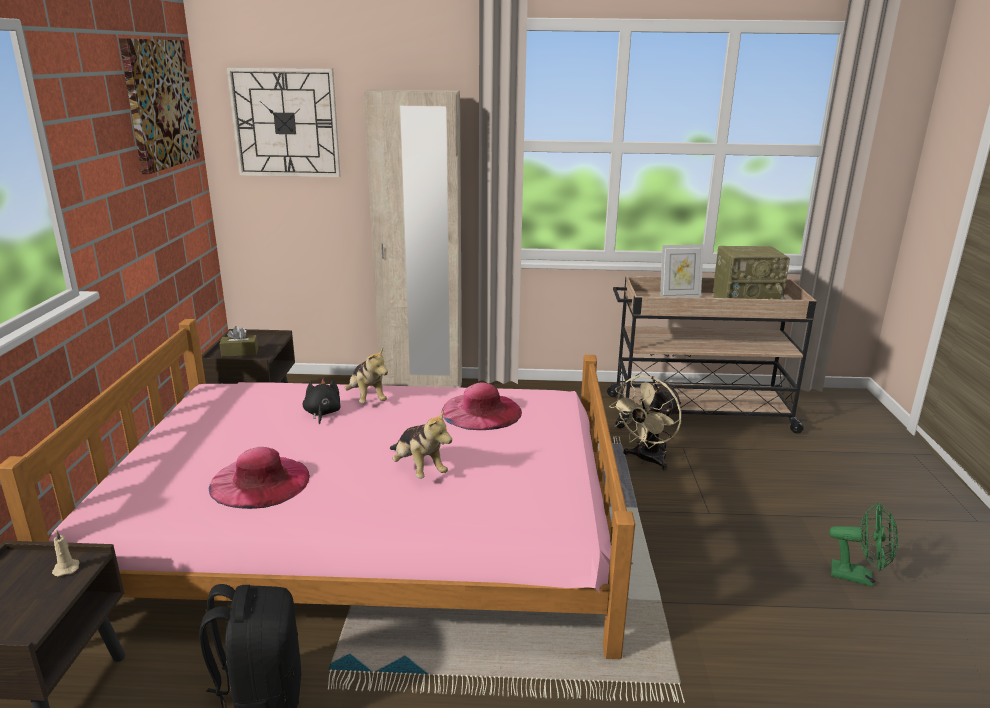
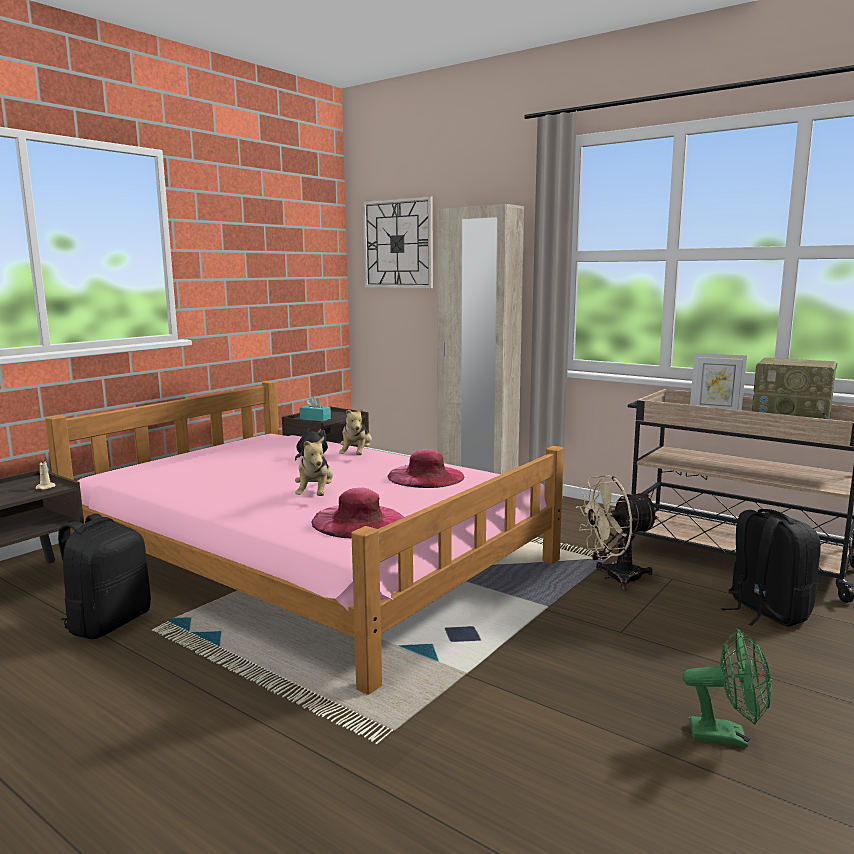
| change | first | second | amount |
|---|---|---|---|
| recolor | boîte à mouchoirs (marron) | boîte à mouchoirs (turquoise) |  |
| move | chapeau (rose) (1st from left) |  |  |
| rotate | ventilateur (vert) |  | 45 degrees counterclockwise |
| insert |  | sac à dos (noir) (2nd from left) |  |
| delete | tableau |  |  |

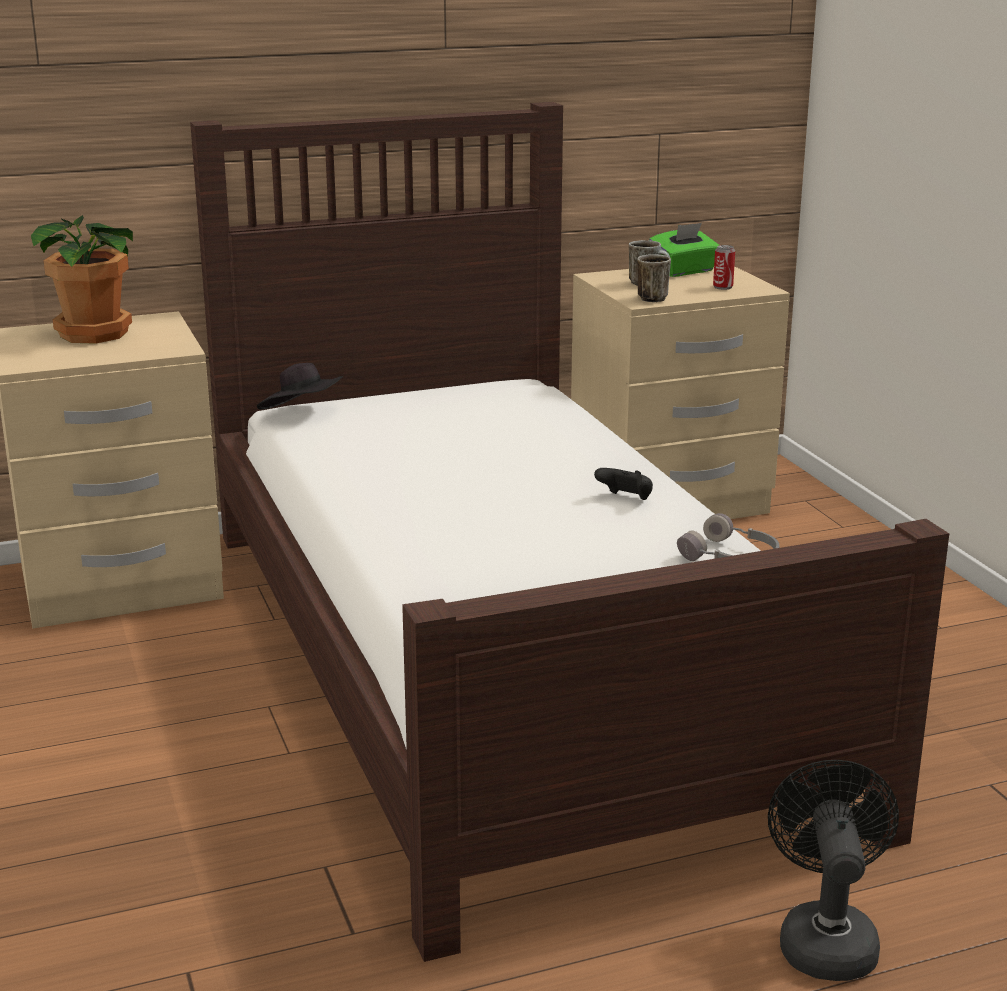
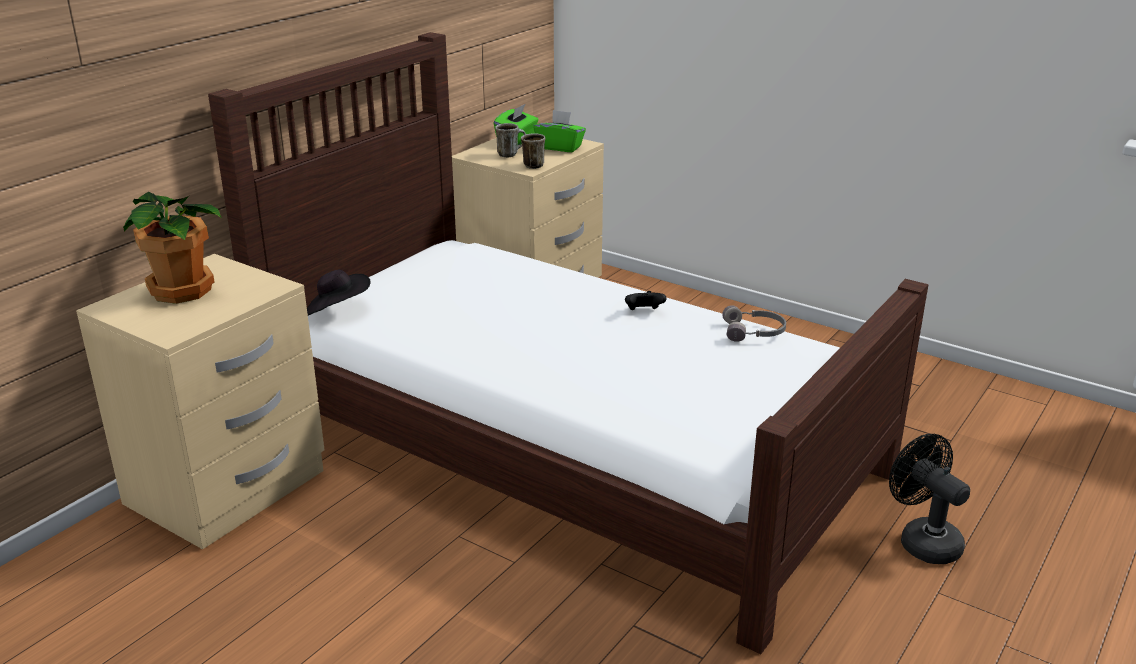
| change | first | second | amount |
|---|---|---|---|
| replace | boîte métallique | boîte à mouchoirs (vert) (2nd from left) |  |

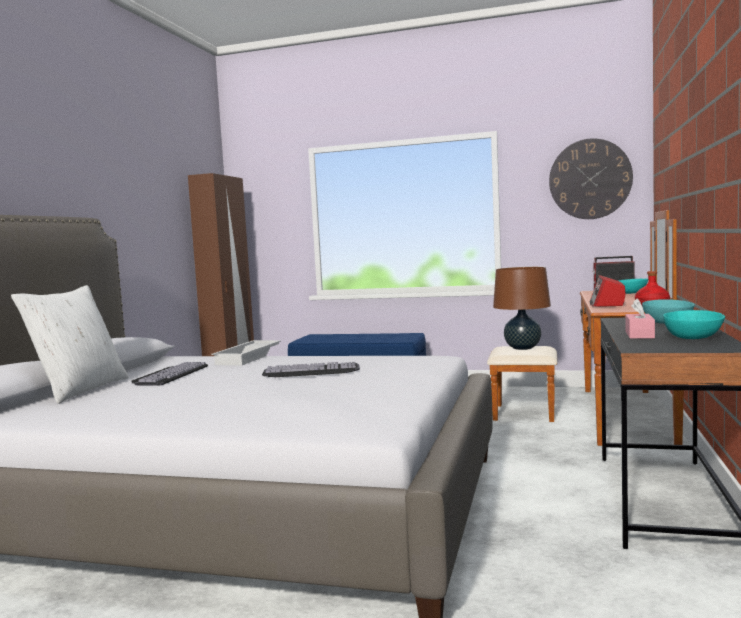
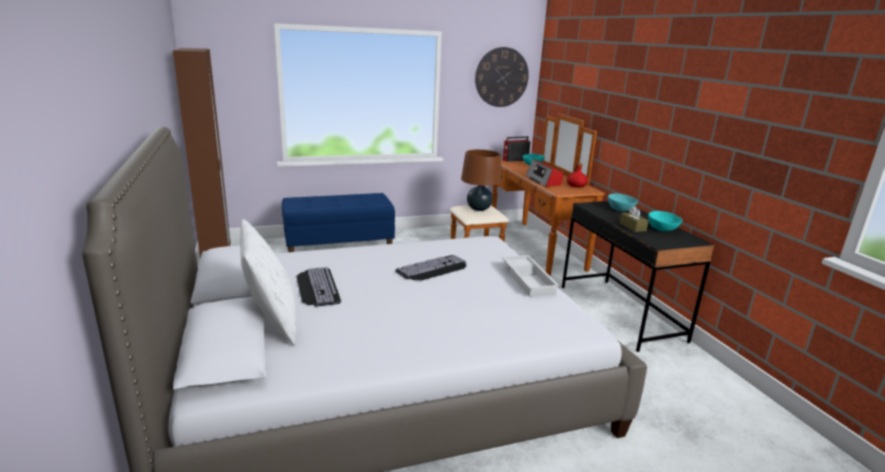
| change | first | second | amount |
|---|---|---|---|
| move | plateau (blanc) |  |  |
| recolor | boîte à mouchoirs (rose) | boîte à mouchoirs (marron) |  |

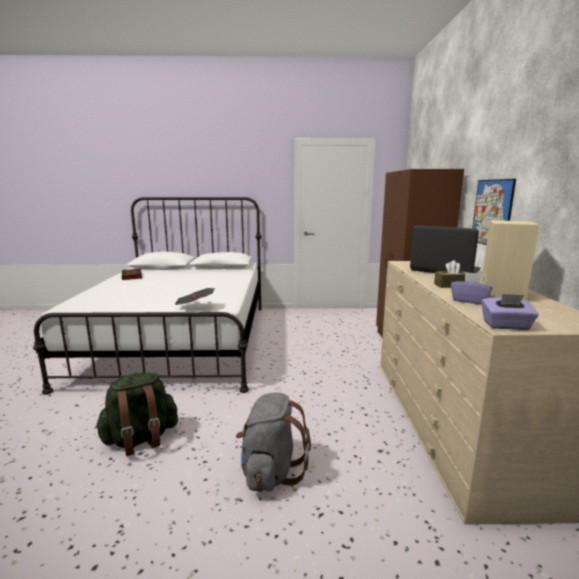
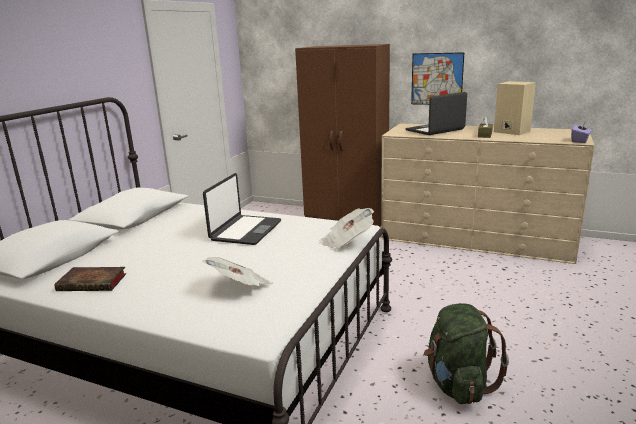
| change | first | second | amount |
|---|---|---|---|
| insert |  | journal (1st from left) |  |
| insert |  | ordinateur portable (1st from left) |  |
| delete | sac à dos (gris) |  |  |
| delete | boîte à mouchoirs (violet) (1st from left) |  |  |

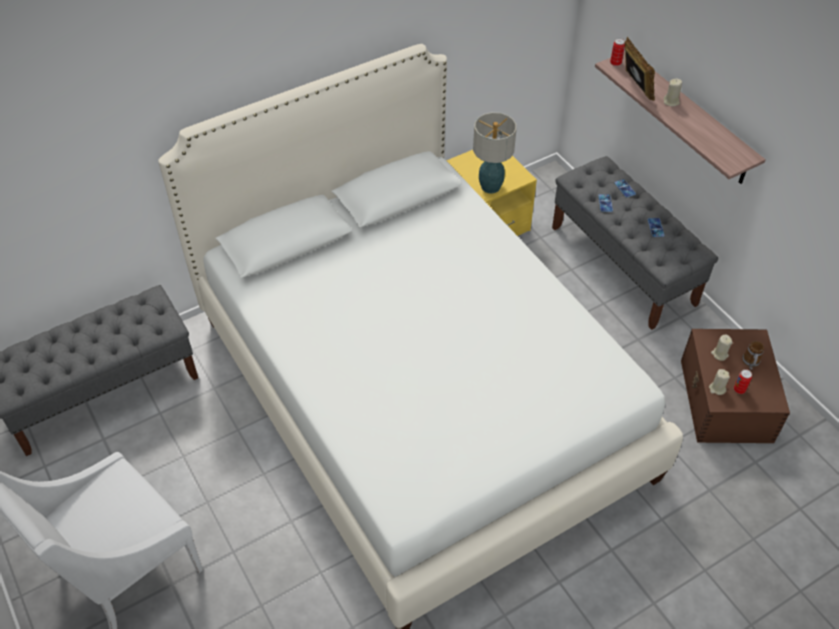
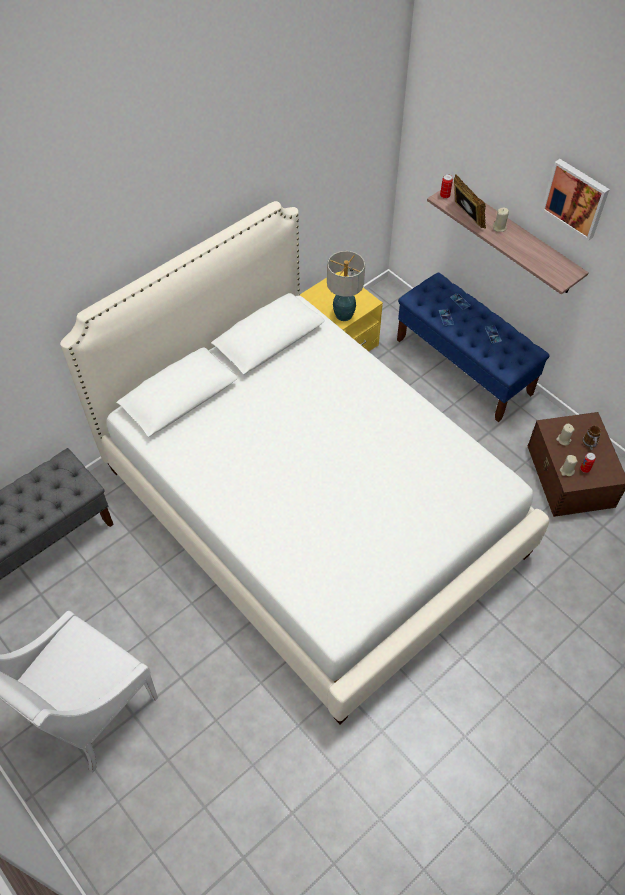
| change | first | second | amount |
|---|---|---|---|
| recolor | banc (gris) (2nd from left) | banc (bleu) |  |
| insert |  | tableau |  |

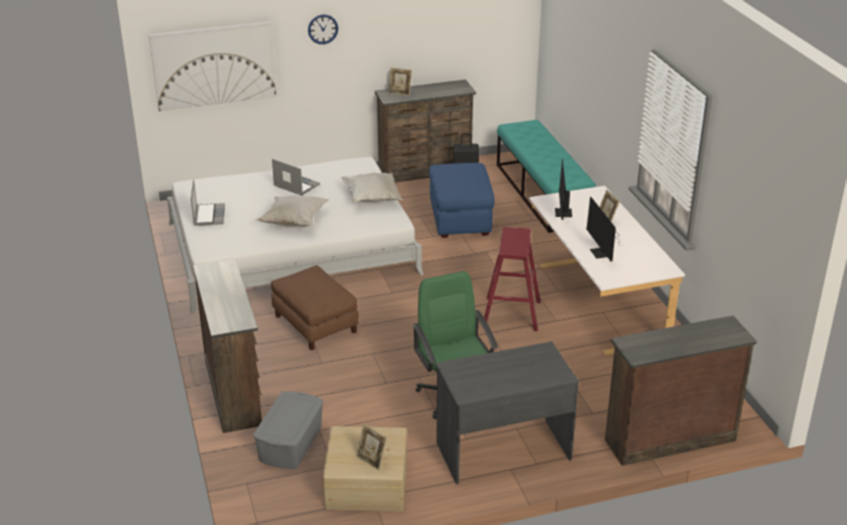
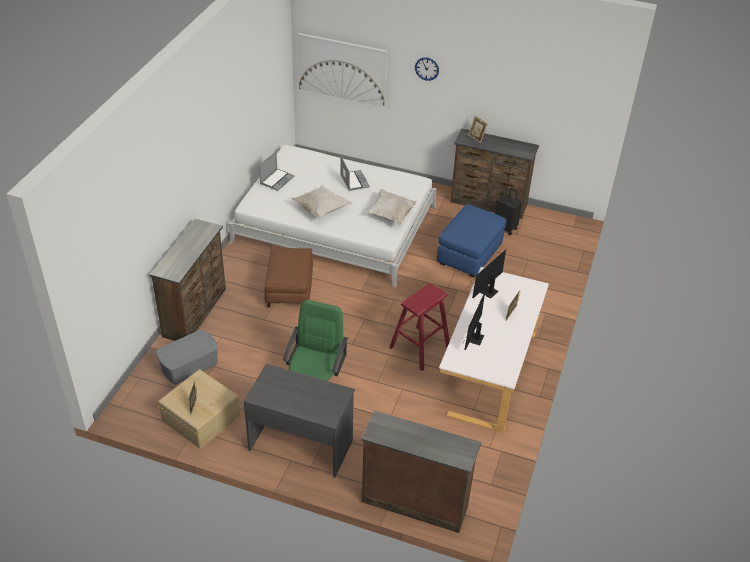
| change | first | second | amount |
|---|---|---|---|
| delete | banc (turquoise) |  |  |

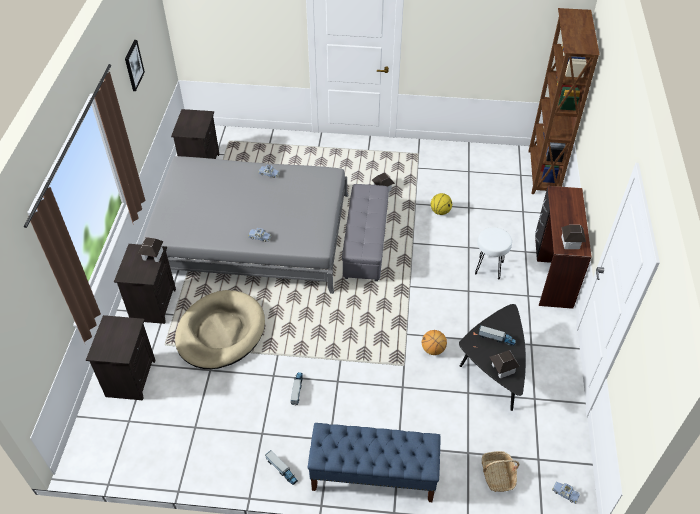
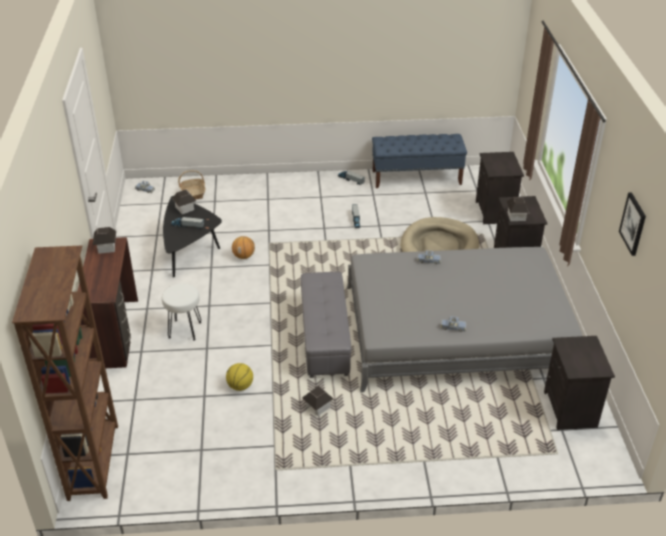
| change | first | second | amount |
|---|---|---|---|
| move | banc (bleu) |  |  |

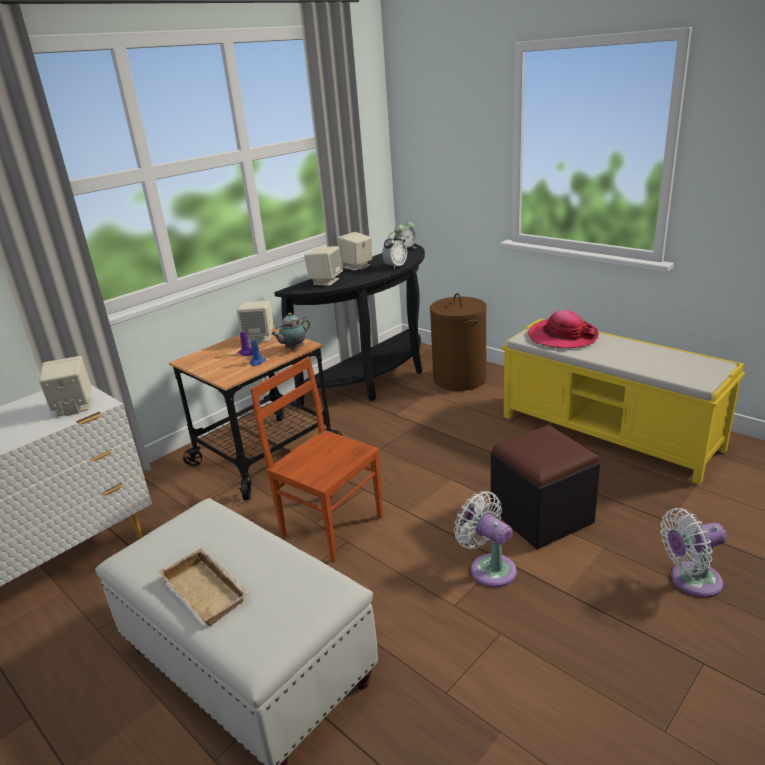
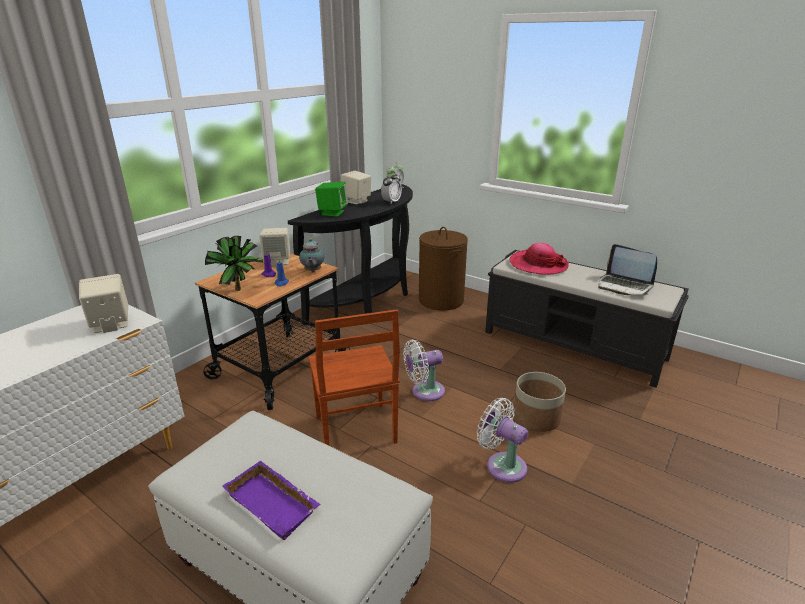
| change | first | second | amount |
|---|---|---|---|
| insert |  | plante en pot |  |
| recolor | plateau (beige) | plateau (violet) |  |
| rotate | théière |  | 45 degrees counterclockwise |
| rotate | chaise (marron) |  | 135 degrees counterclockwise |
| recolor | enceinte (beige) (3rd from left) | enceinte (vert) |  |
| move | ventilateur (blanc) (2nd from left in the first image) | ventilateur (blanc) (1st from left) |  |
| recolor | banc (jaune) | banc (noir) |  |
| replace | pouf (noir) | cache-pot |  |
| insert |  | ordinateur portable |  |

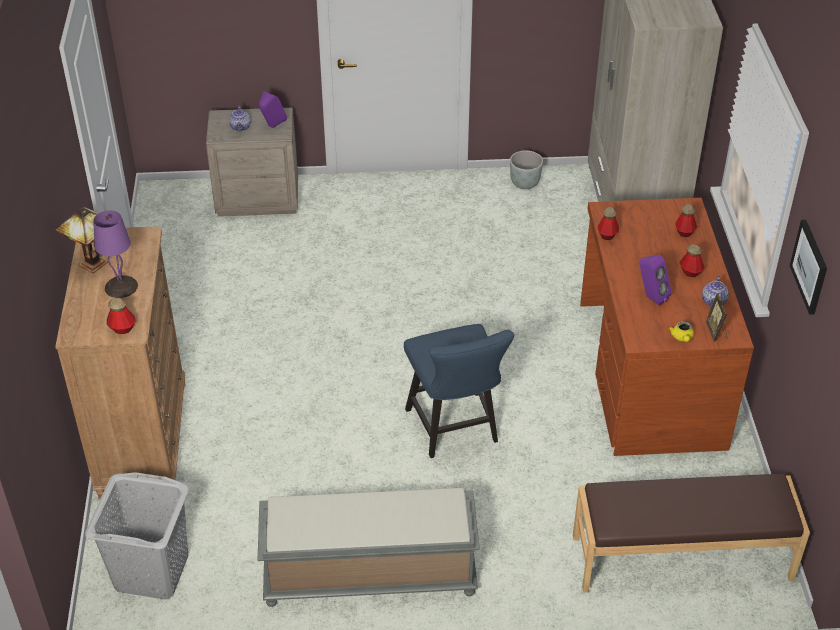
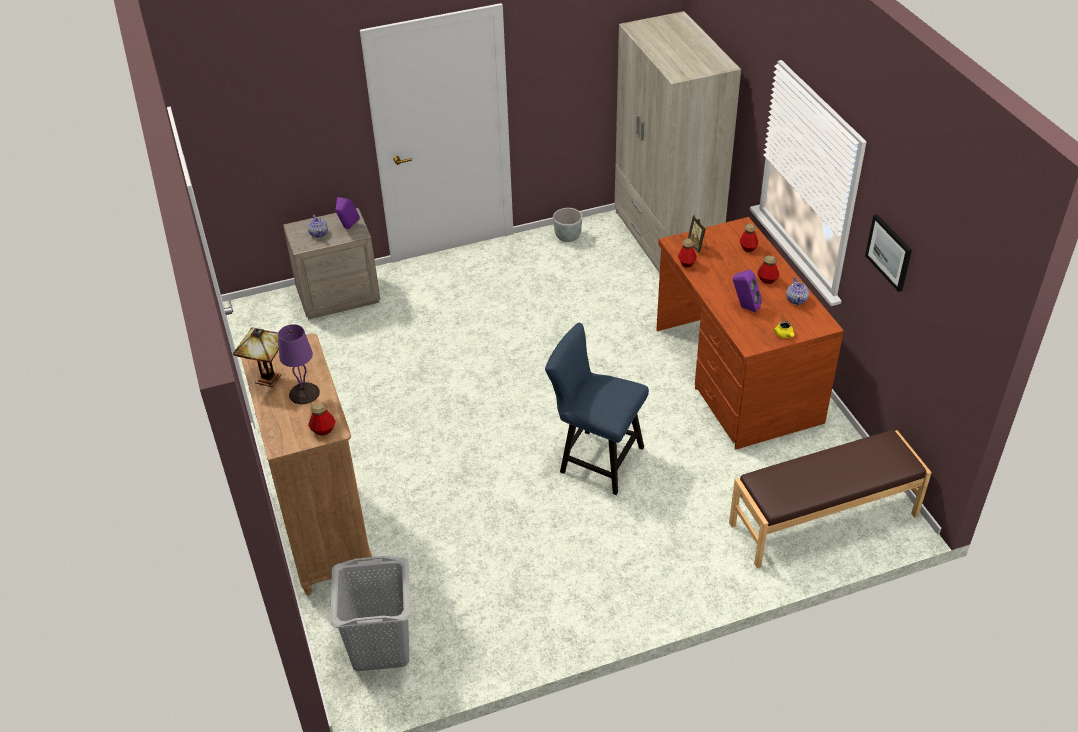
| change | first | second | amount |
|---|---|---|---|
| rotate | chaise (bleu) |  | 150 degrees clockwise |
| move | cadre photo |  |  |
| delete | banc (gris) |  |  |

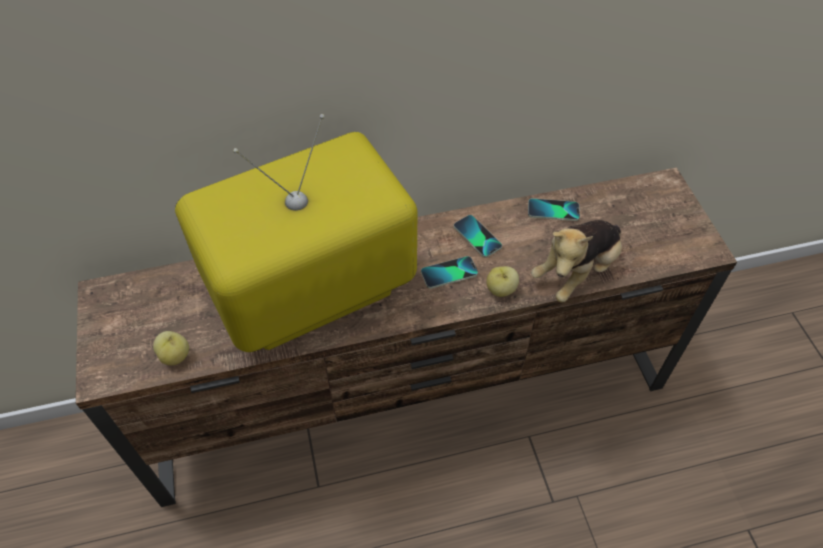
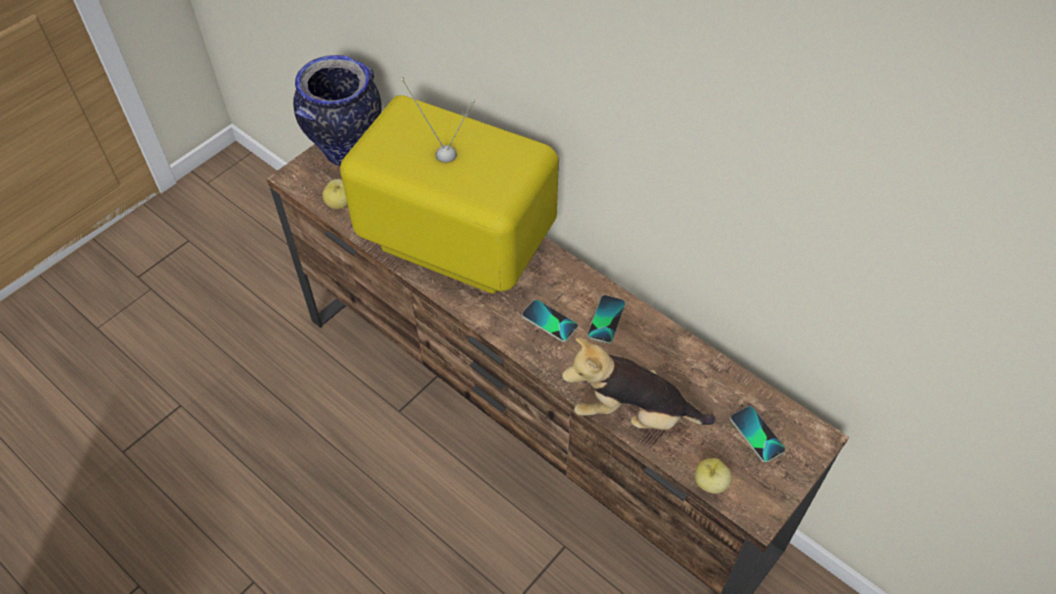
| change | first | second | amount |
|---|---|---|---|
| insert |  | vase |  |
| move | pomme (2nd from left) |  |  |
| move | téléphone (3rd from left) |  |  |

